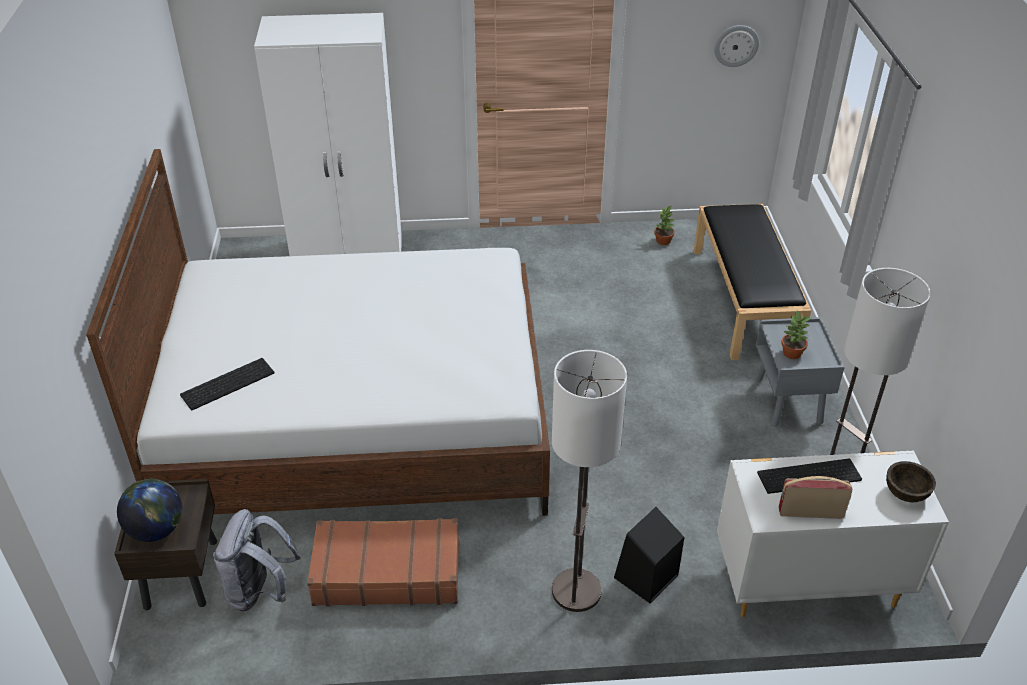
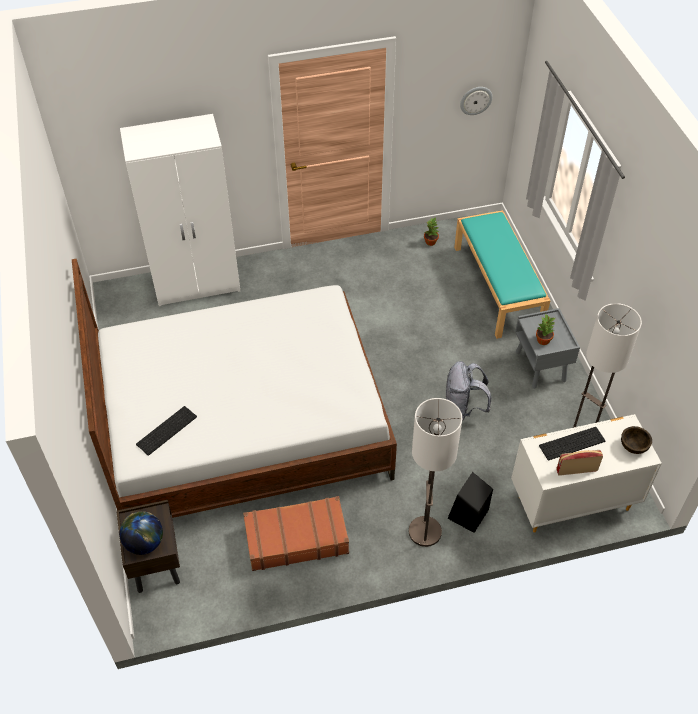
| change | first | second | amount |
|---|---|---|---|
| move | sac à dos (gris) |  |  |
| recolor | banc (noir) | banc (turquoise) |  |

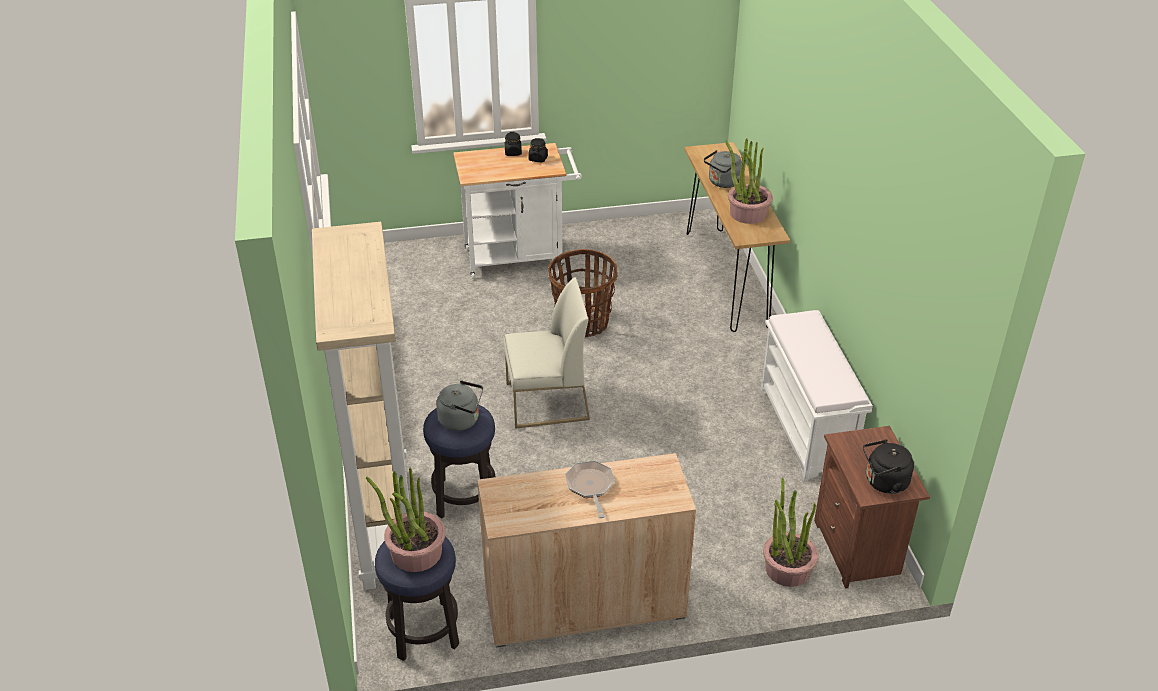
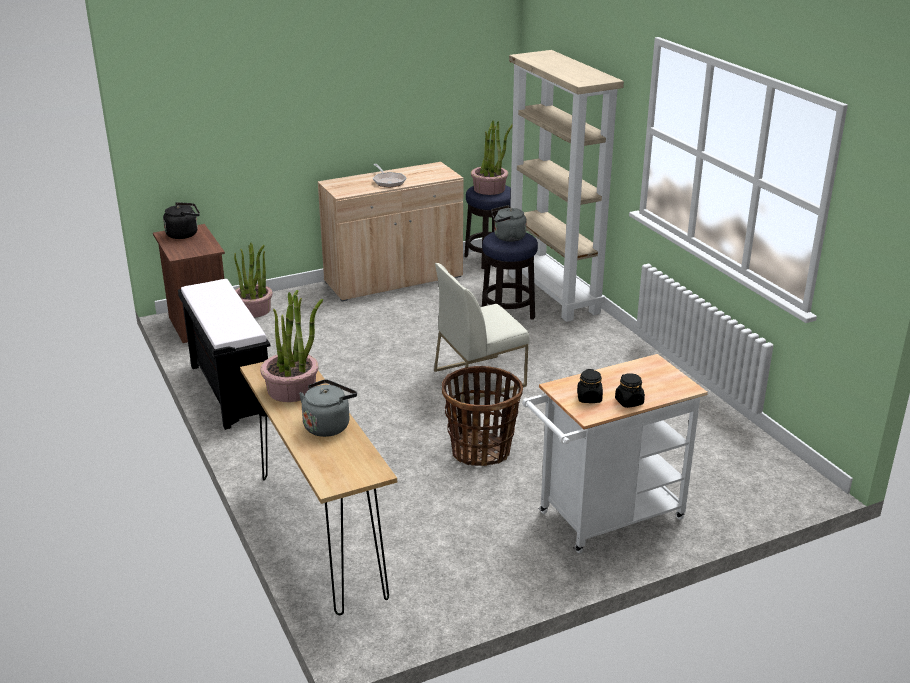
| change | first | second | amount |
|---|---|---|---|
| recolor | banc (blanc) | banc (noir) |  |

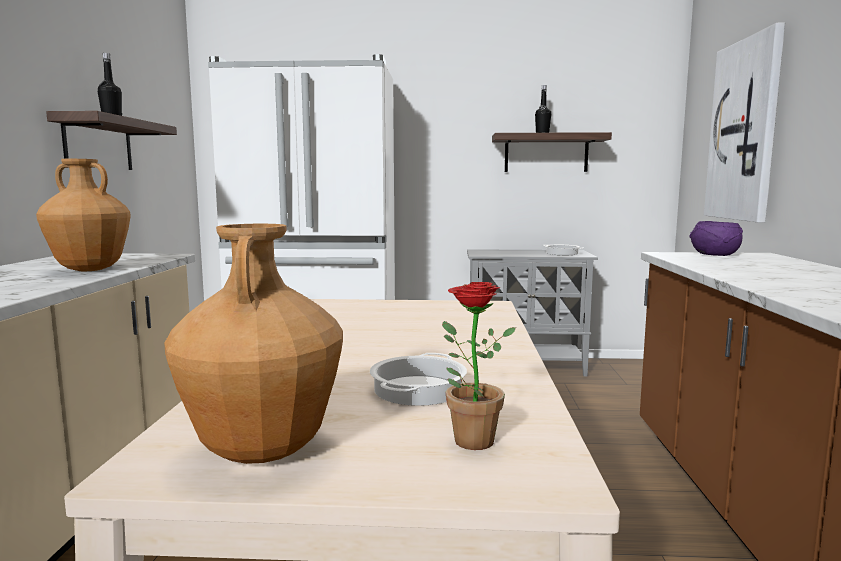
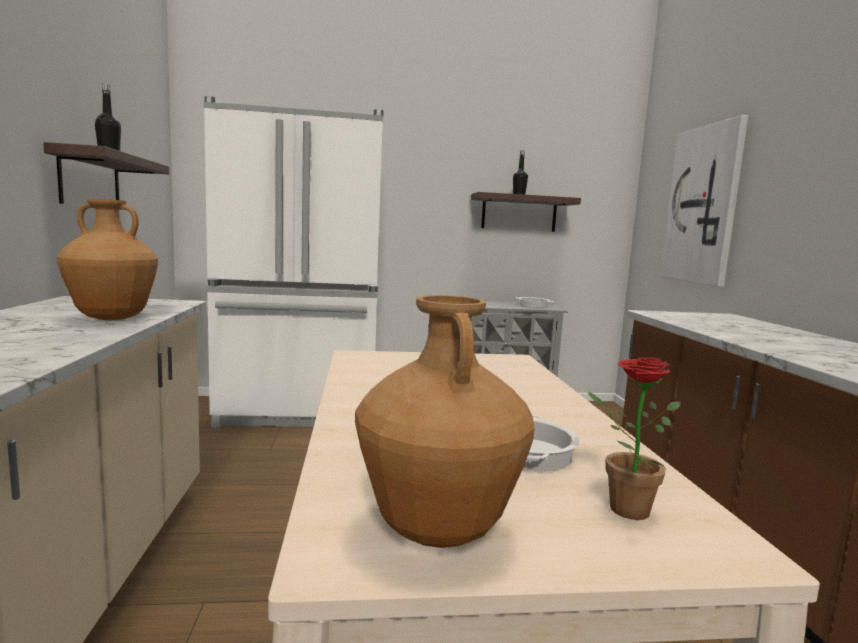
| change | first | second | amount |
|---|---|---|---|
| delete | bol (violet) |  |  |

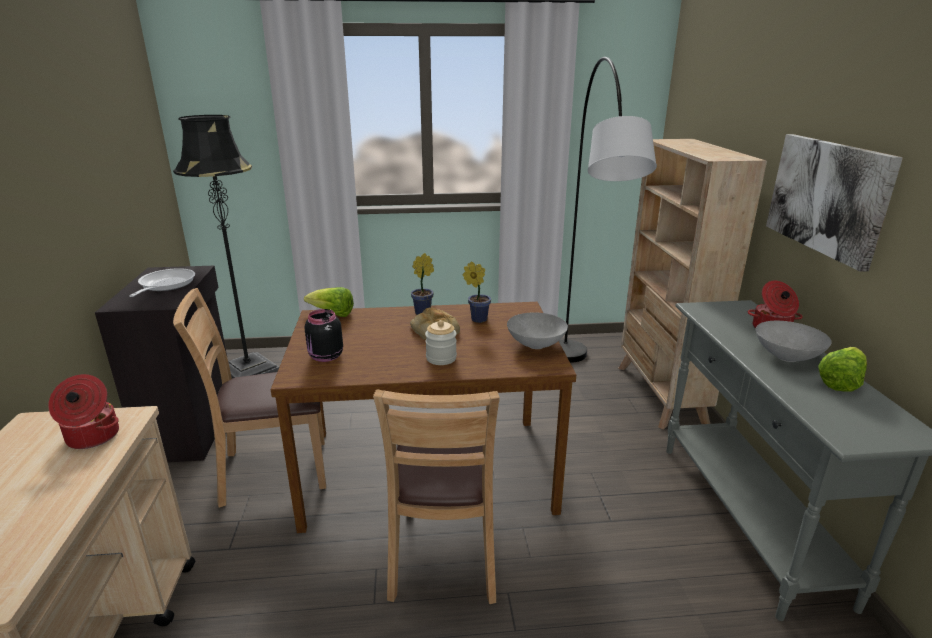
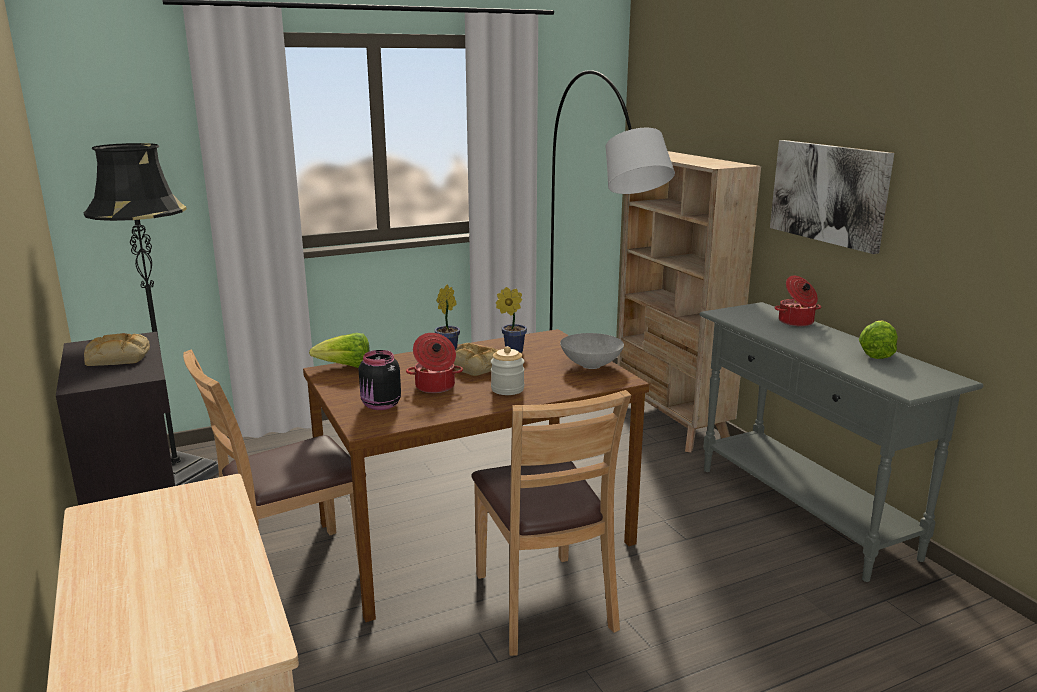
| change | first | second | amount |
|---|---|---|---|
| replace | poêle | pain (1st from left) |  |
| move | marmite (1st from left) |  |  |
| delete | bol (gris) (2nd from left) |  |  |

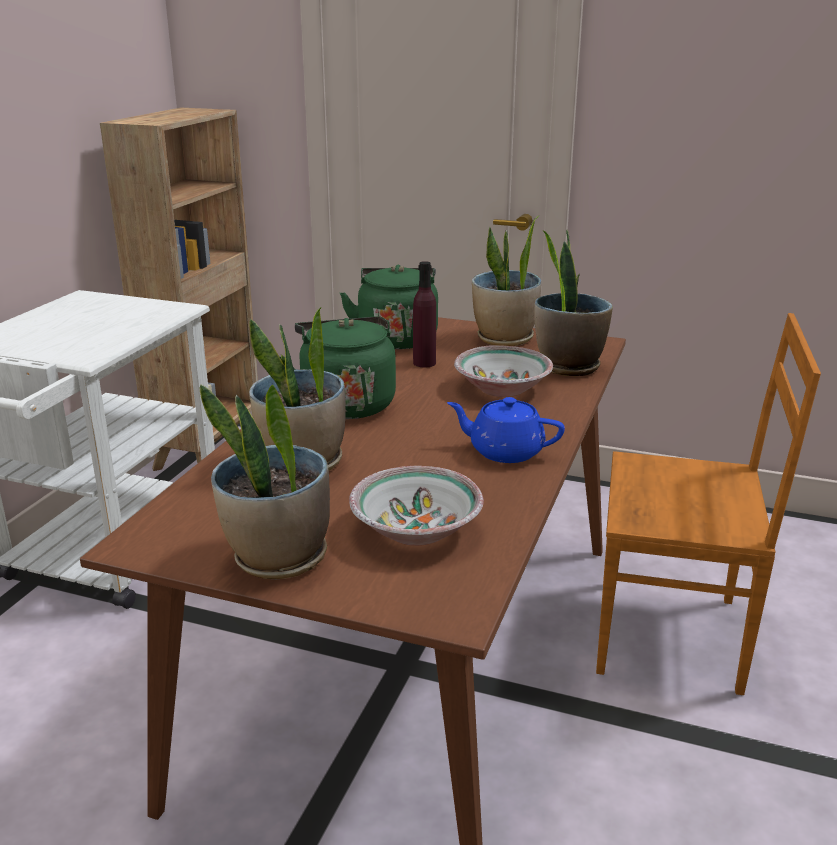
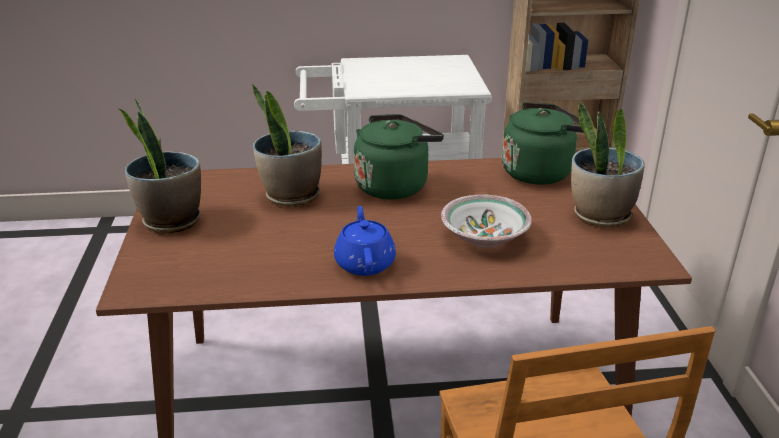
| change | first | second | amount |
|---|---|---|---|
| delete | bol (1st from left) |  |  |
| delete | bouteille (violet) |  |  |
| delete | plante en pot (4th from left) |  |  |

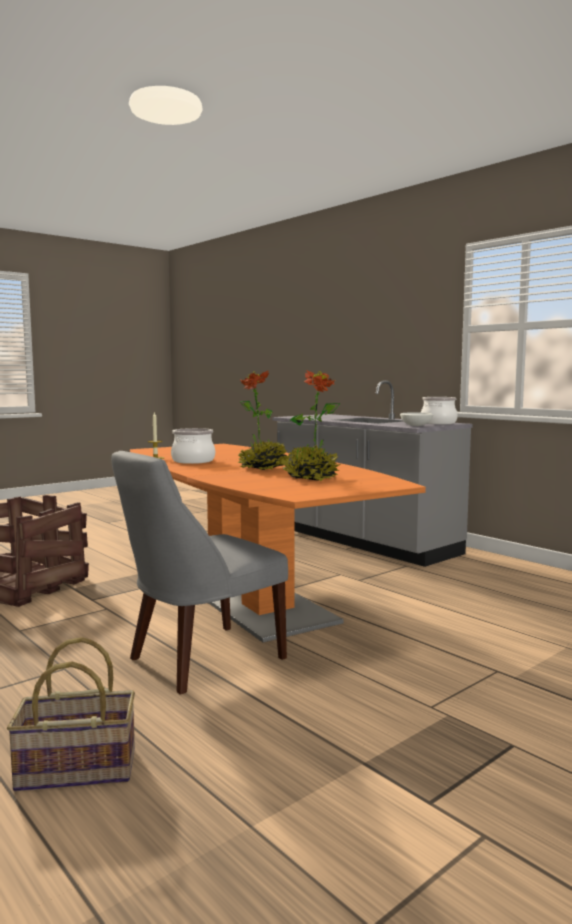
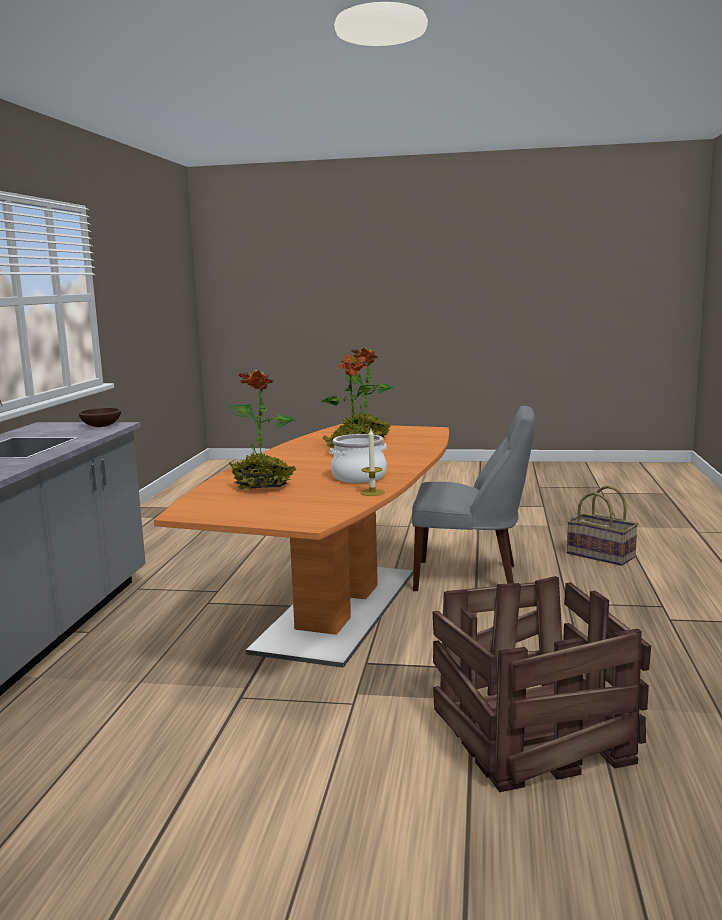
| change | first | second | amount |
|---|---|---|---|
| recolor | bol (blanc) | bol (marron) |  |
| insert |  | plante en pot (1st from left) |  |
| delete | marmite (2nd from left) |  |  |

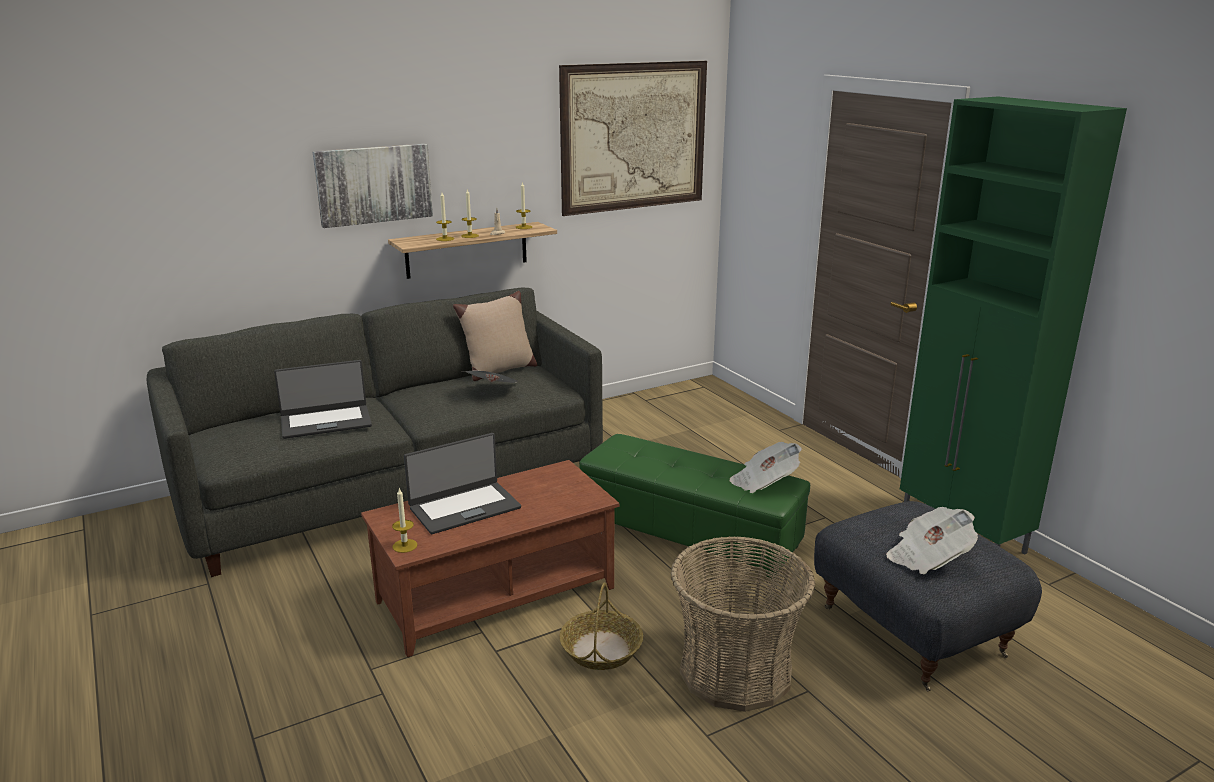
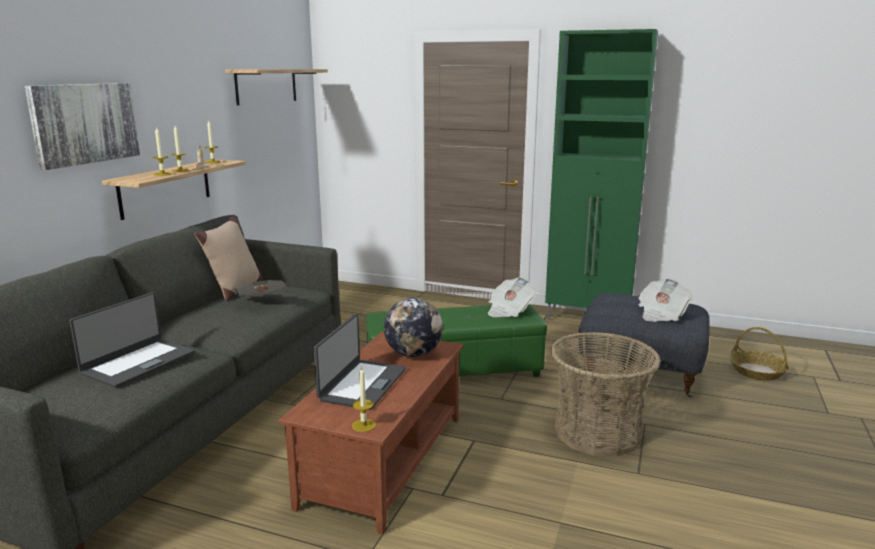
| change | first | second | amount |
|---|---|---|---|
| replace | tableau (2nd from left) | étagère (2nd from left) |  |
| insert |  | globe |  |
| move | panier (1st from left in the first image) | panier (2nd from left) |  |

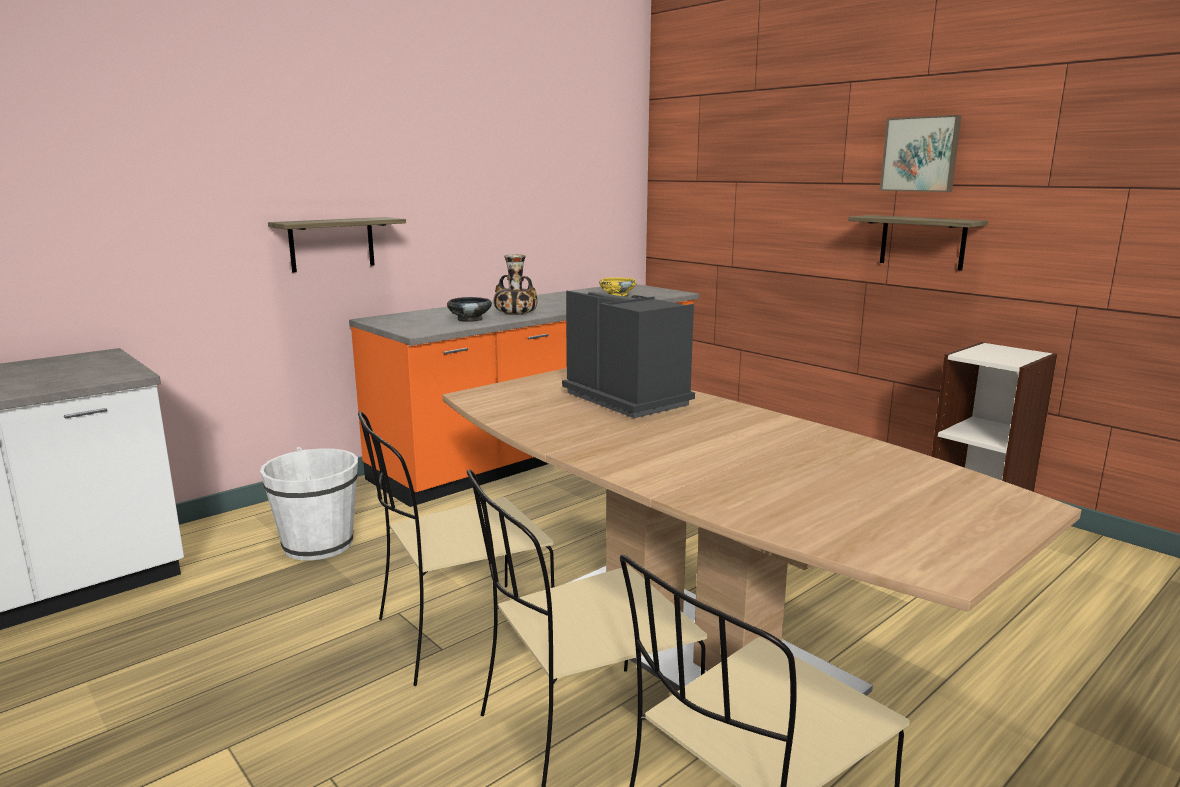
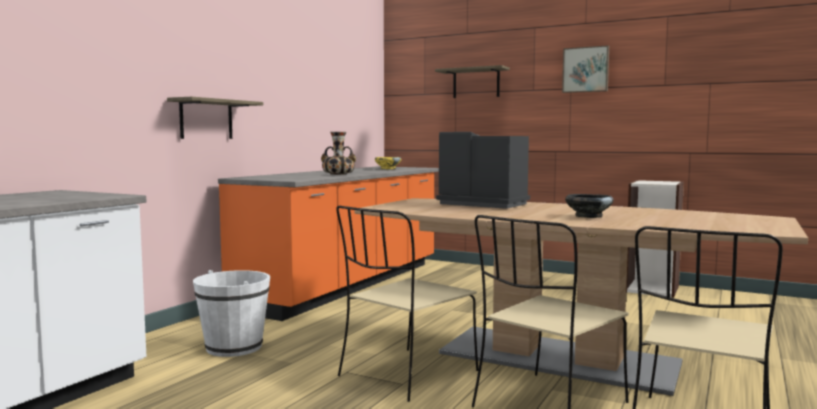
| change | first | second | amount |
|---|---|---|---|
| move | étagère (2nd from left) |  |  |
| move | bol (noir) |  |  |

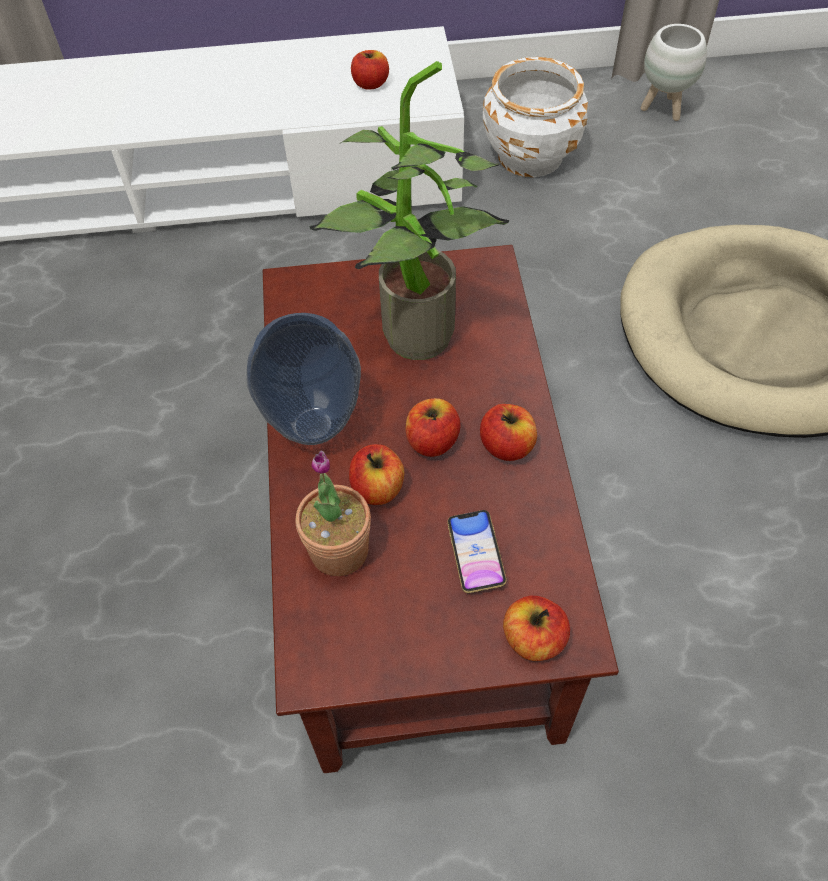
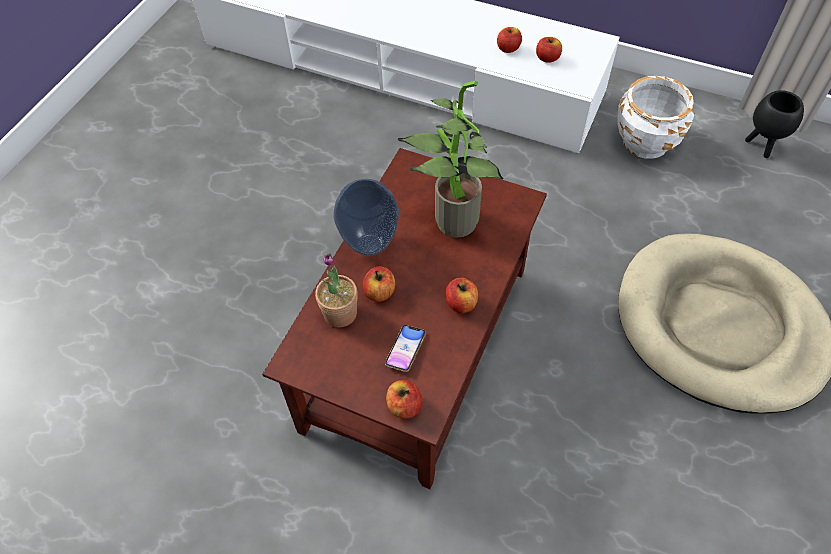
| change | first | second | amount |
|---|---|---|---|
| move | pomme (3rd from left in the first image) | pomme (4th from left) |  |
| recolor | cache-pot (blanc) (2nd from left) | cache-pot (noir) |  |

